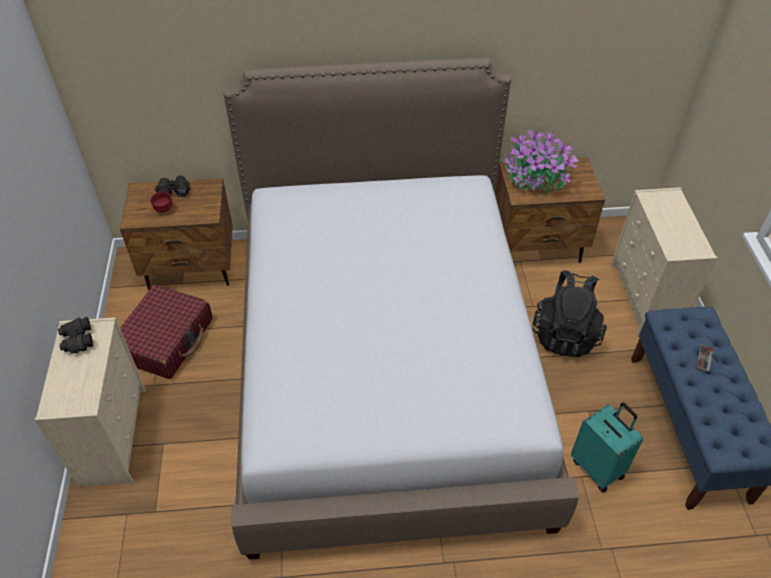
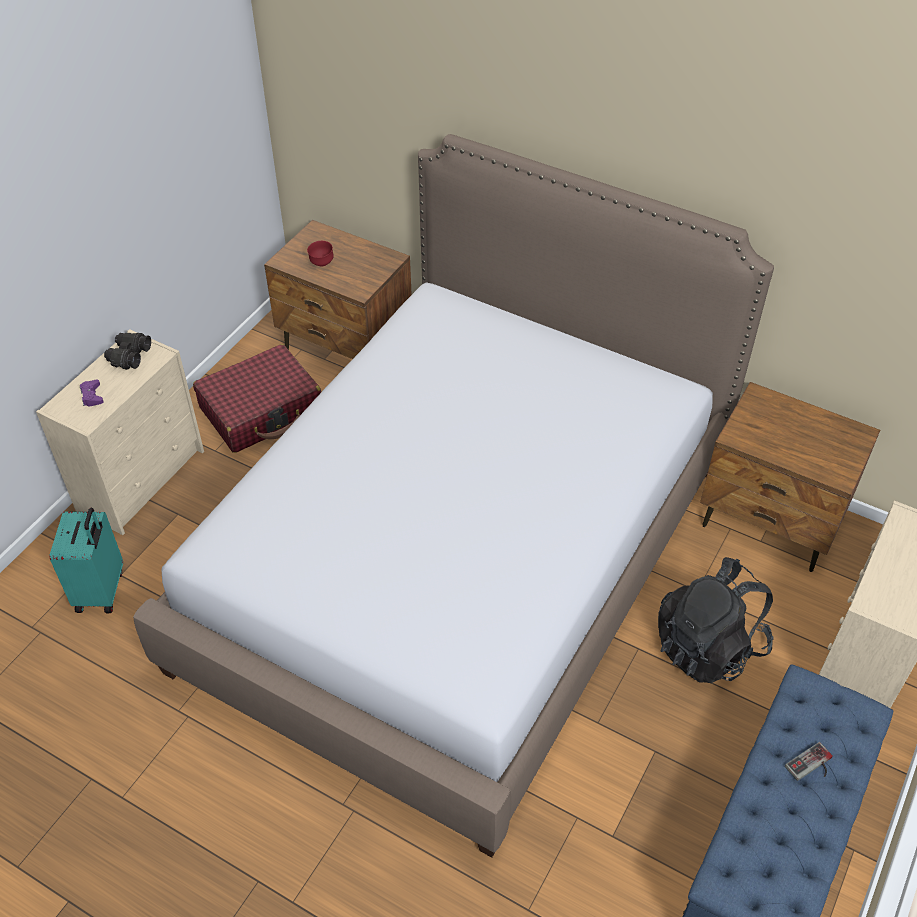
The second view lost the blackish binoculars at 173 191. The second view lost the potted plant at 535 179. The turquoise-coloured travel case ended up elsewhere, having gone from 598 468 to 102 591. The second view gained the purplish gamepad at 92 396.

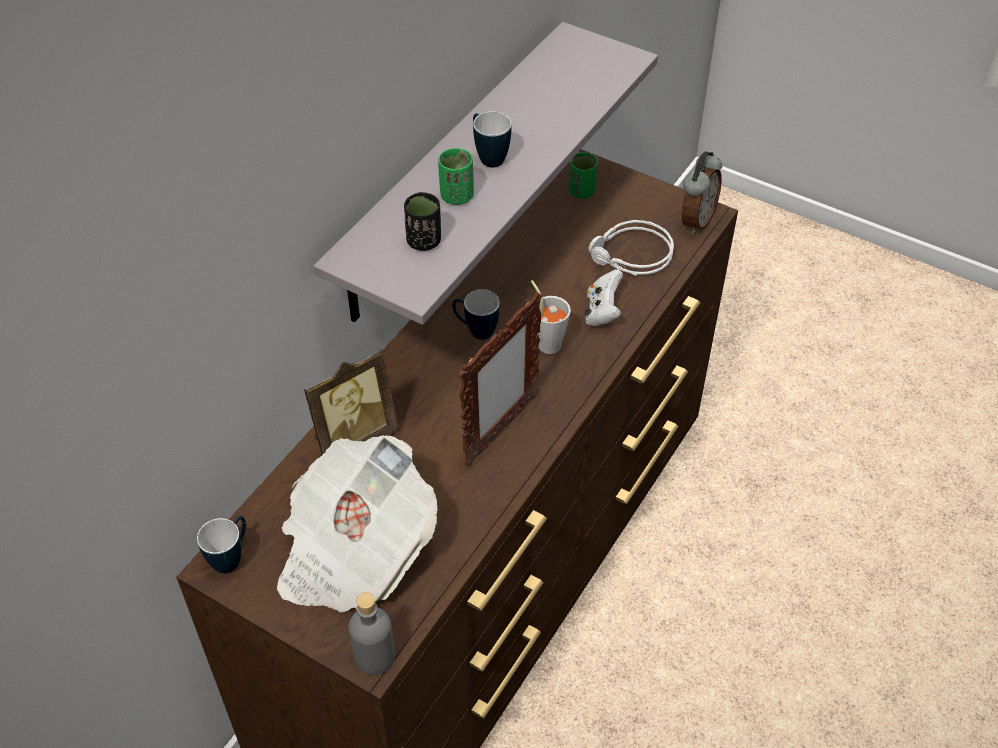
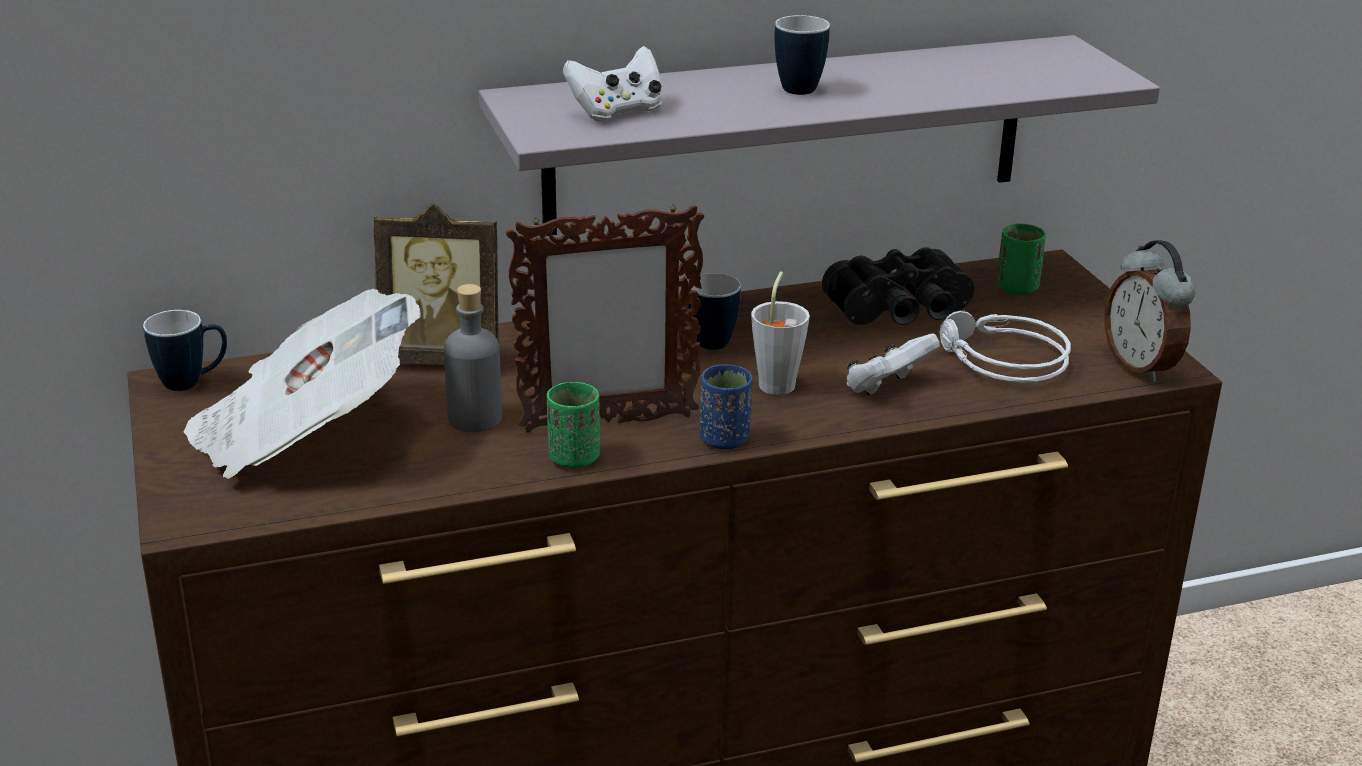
The greyish drink bottle ended up elsewhere, having gone from 374 656 to 475 418. Where the blackish drinking cup stood at 424 241, the white gamepad came to stand at 617 112. The greenish drinking cup ended up elsewhere, having gone from 456 196 to 574 458. The alarm clock at 695 220 ended up facing another way, 90 degrees clockwise from before. The second view gained the blue drinking cup at 724 439. The second view gained the blackish binoculars at 902 312.

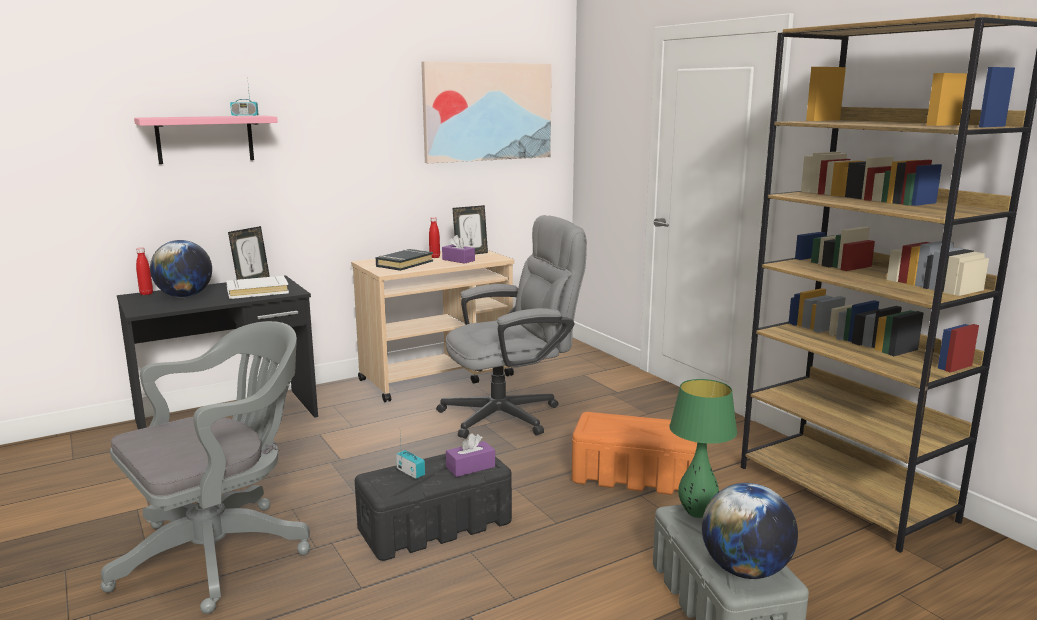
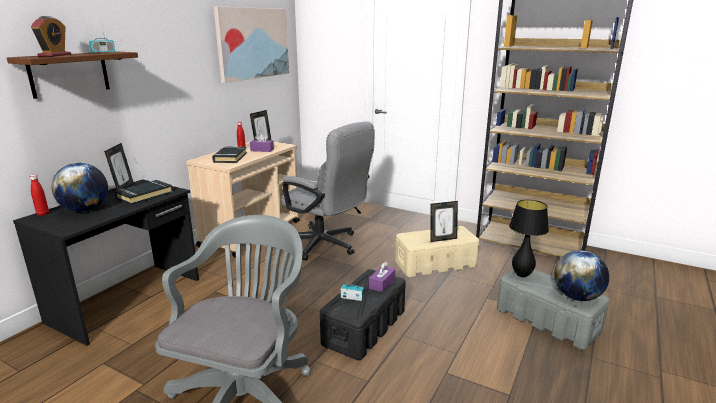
What was the pinkish bracket shelf at 205 139 turned into the brown-coloured bracket shelf at 69 74. What was the white volume at 257 292 turned into the blackish volume at 144 195. The greyish office chair at 511 414 ended up facing another way, 90 degrees clockwise from before. What was the orange storage box at 638 477 turned into the beige storage box at 436 264. What was the greenish table lamp at 697 513 turned into the blackish table lamp at 522 275. The second view gained the alarm clock at 55 55. The second view gained the picture frame at 442 239.

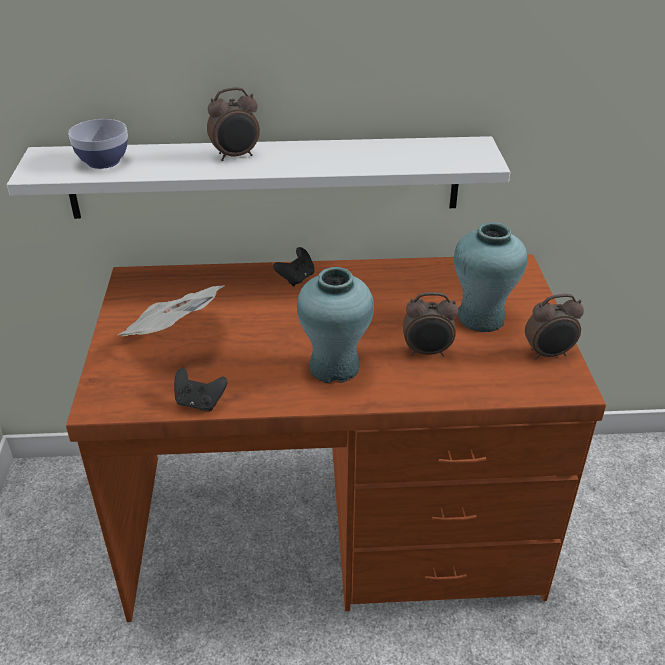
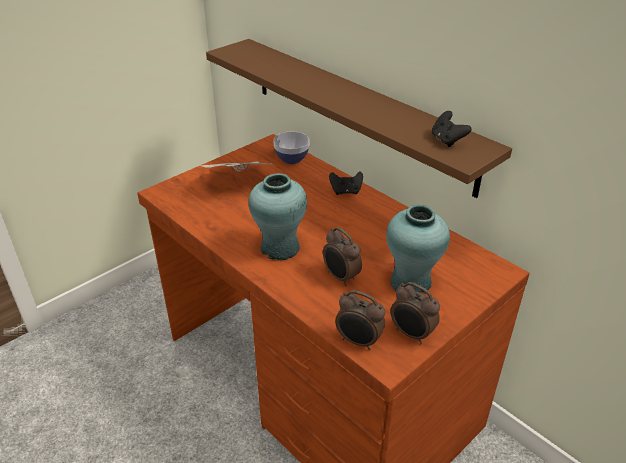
What was the white bracket shelf at 265 177 turned into the brown-coloured bracket shelf at 357 111. The serving bowl ended up elsewhere, having gone from 103 161 to 291 158. The blackish gamepad ended up elsewhere, having gone from 199 403 to 447 140. The alarm clock ended up elsewhere, having gone from 236 156 to 358 341.

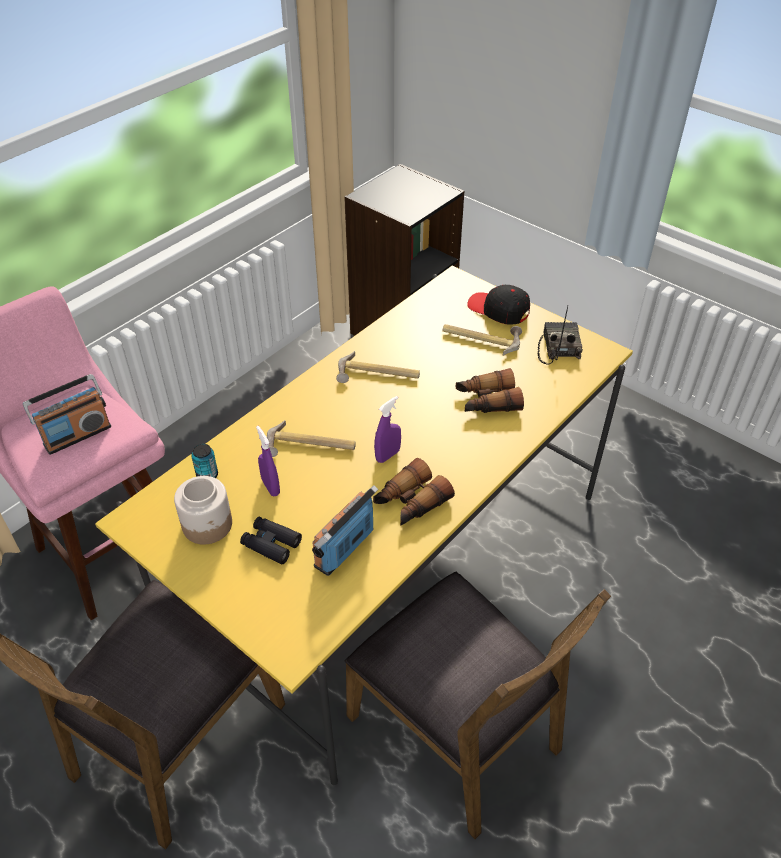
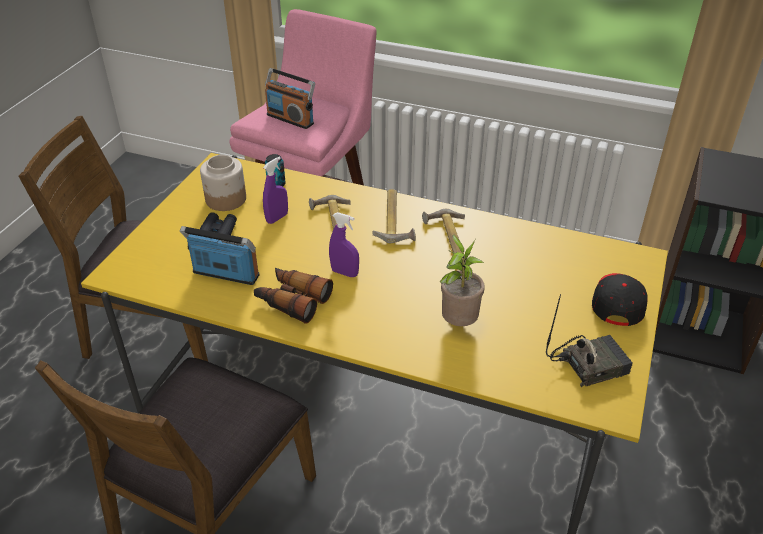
The hand hammer ended up elsewhere, having gone from 481 338 to 395 220. Where the binoculars stood at 487 401, the potted plant came to stand at 458 323.

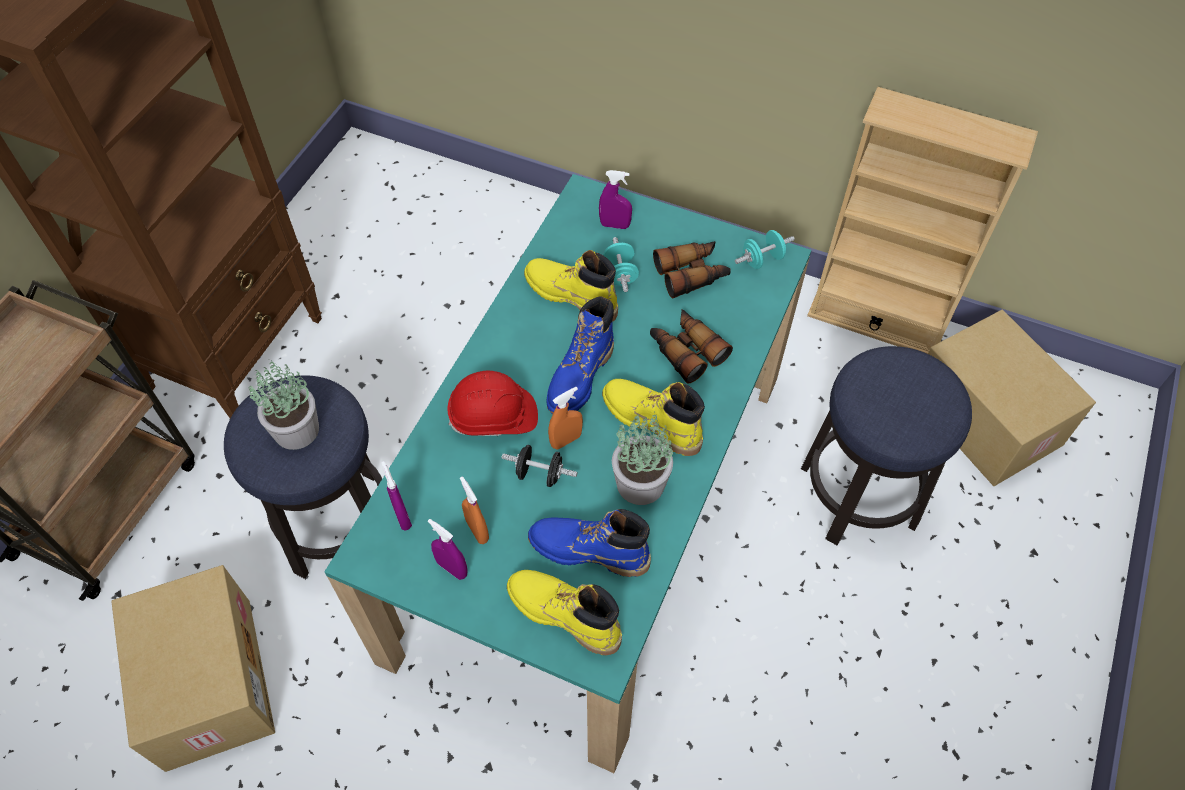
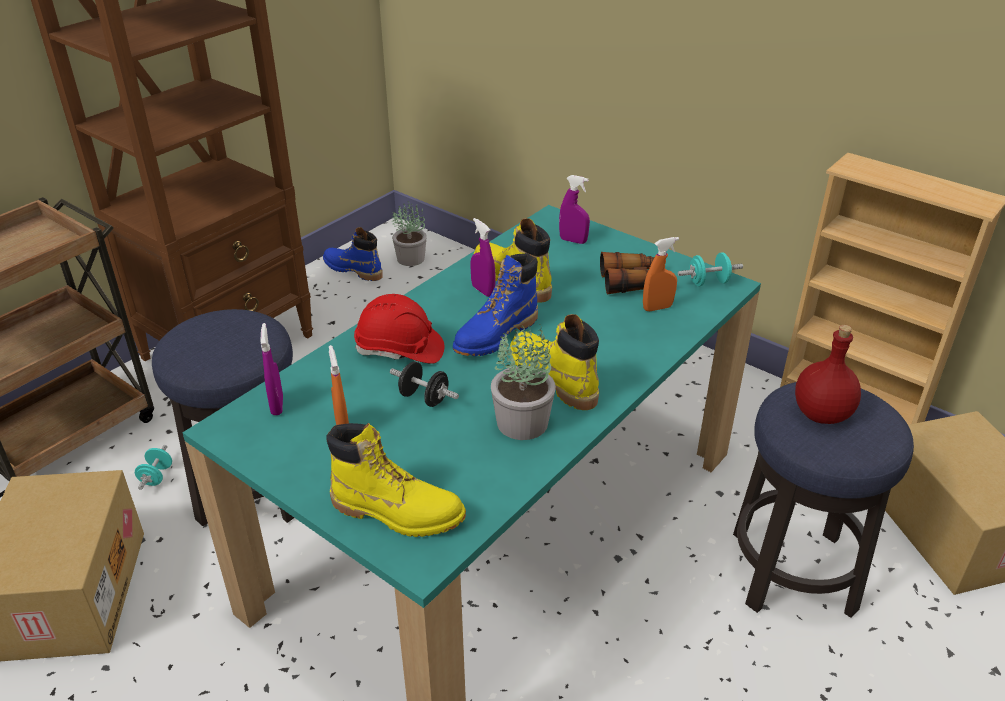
The potted plant ended up elsewhere, having gone from 297 429 to 411 258. The purplish hand sprayer ended up elsewhere, having gone from 452 568 to 483 290. The yellow-coloured boot at 564 615 ended up facing another way, 150 degrees clockwise from before. The blue boot ended up elsewhere, having gone from 589 551 to 353 270. The orange hand sprayer ended up elsewhere, having gone from 566 440 to 657 308. The turquoise-coloured hand weight ended up elsewhere, having gone from 620 274 to 156 476. The second view lost the binoculars at 686 350. The second view gained the red-coloured drink bottle at 822 414.

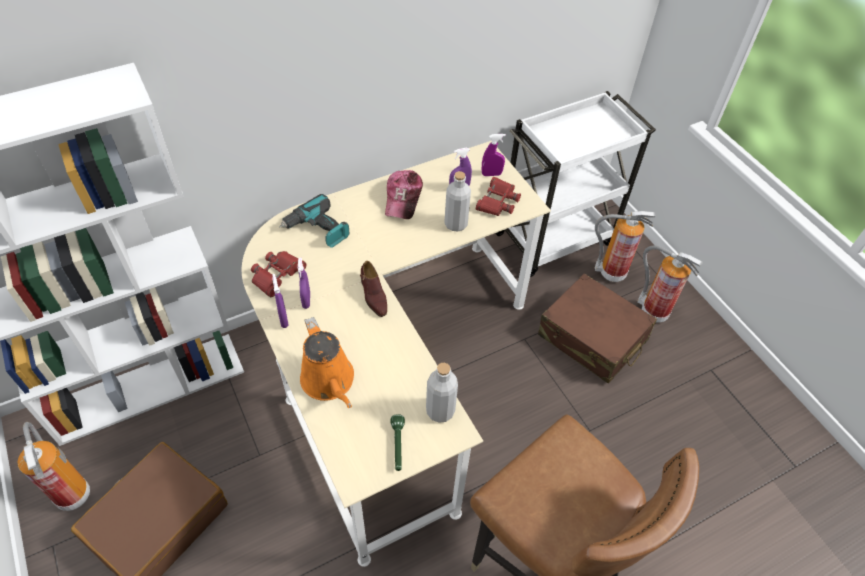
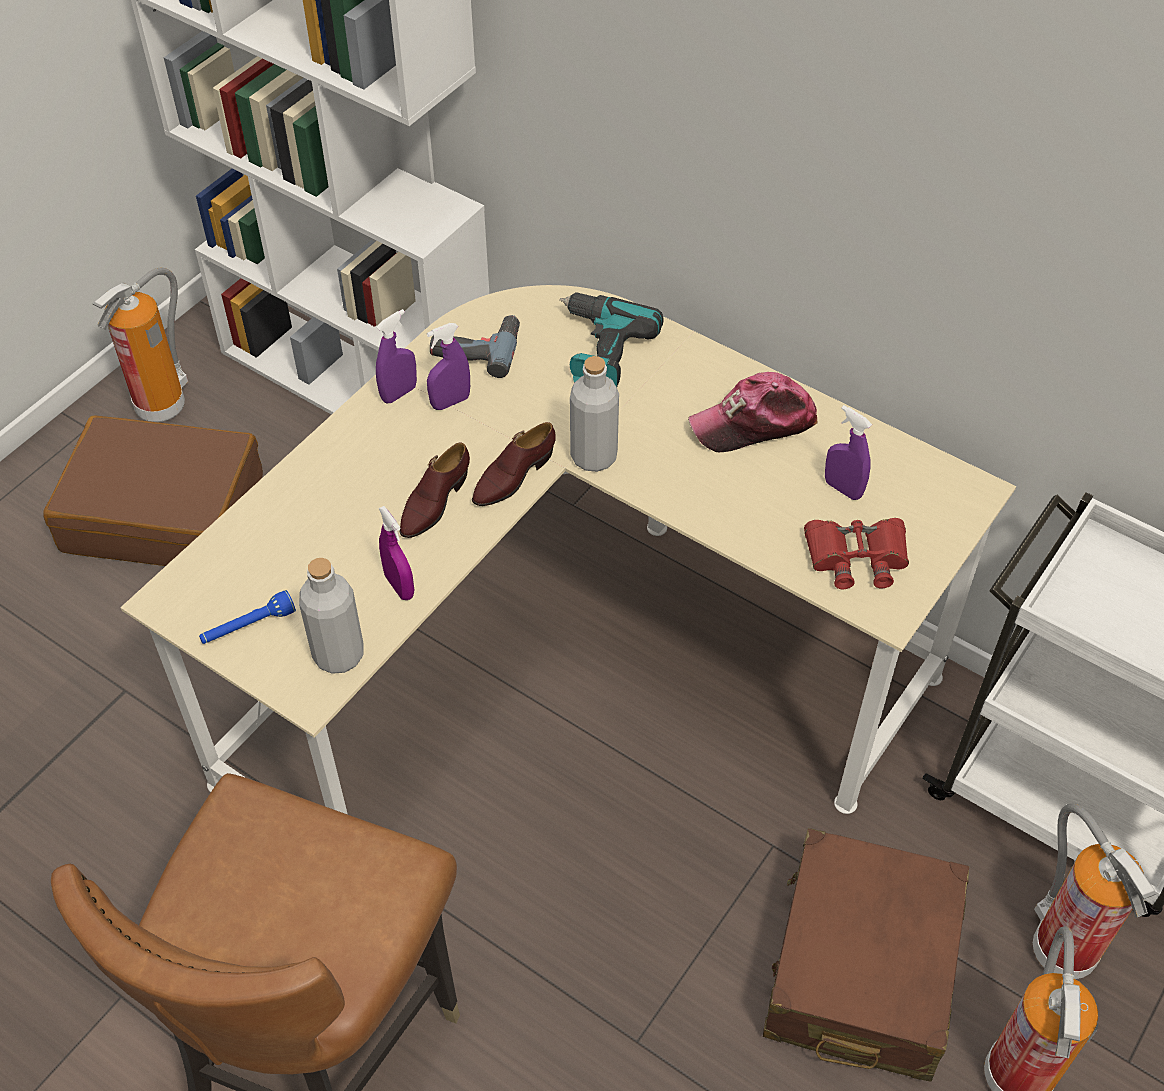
Where the red-coloured binoculars stood at 277 275, the electric drill came to stand at 476 347. The second view lost the orange watering pot at 329 382. What was the greenish torch at 398 446 turned into the blue torch at 248 627. The greyish drink bottle ended up elsewhere, having gone from 456 224 to 593 456. The purplish hand sprayer ended up elsewhere, having gone from 491 174 to 399 586. The second view gained the brown-coloured item of footwear at 434 502.

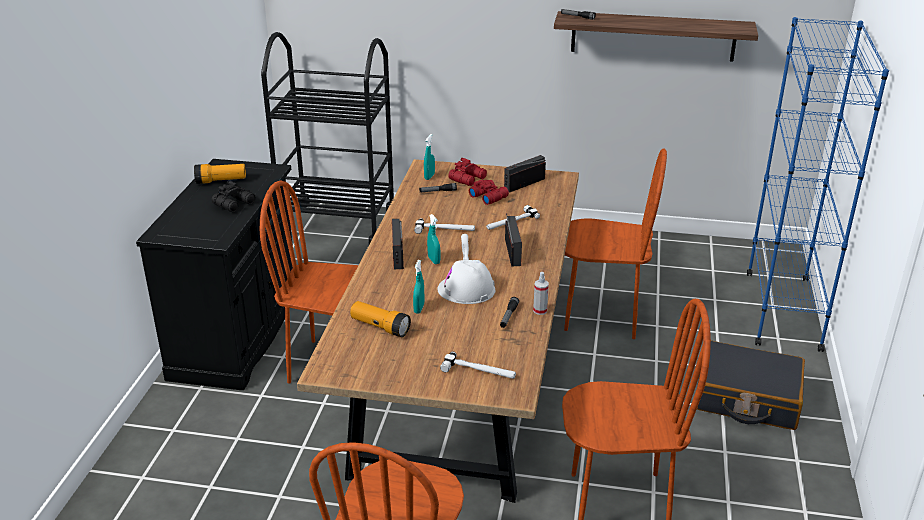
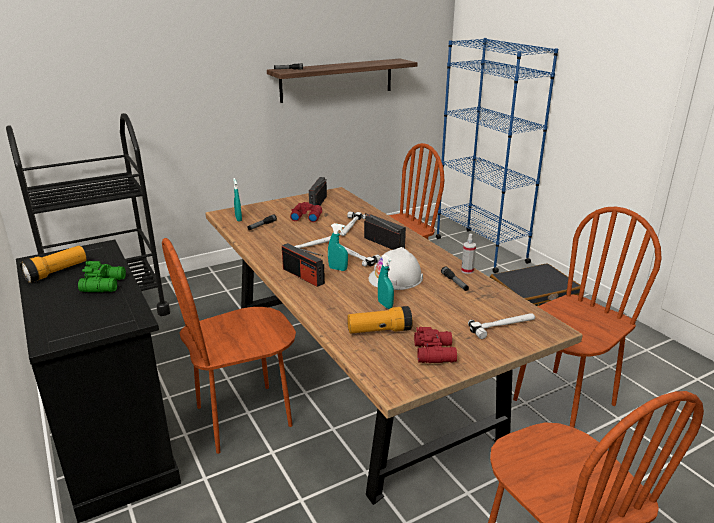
What was the blackish binoculars at 235 204 turned into the greenish binoculars at 105 284. The red-coloured binoculars ended up elsewhere, having gone from 468 179 to 435 352.

